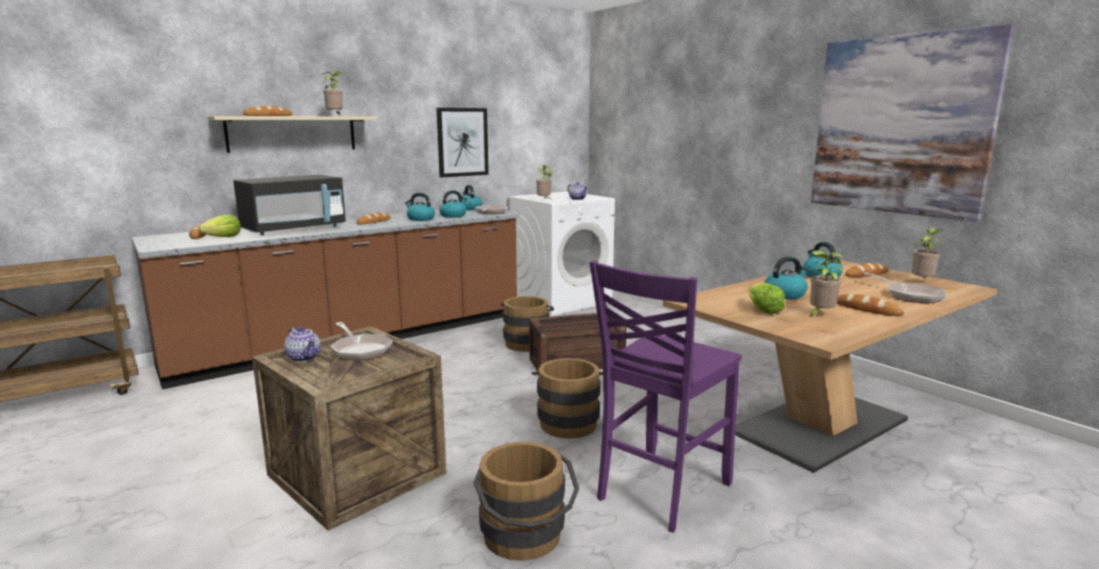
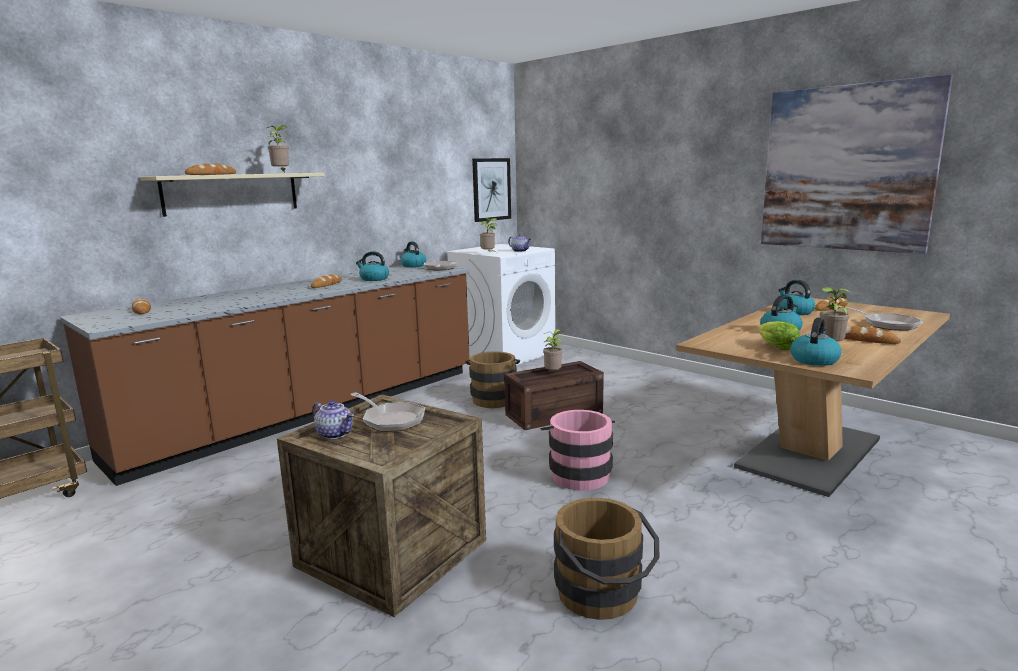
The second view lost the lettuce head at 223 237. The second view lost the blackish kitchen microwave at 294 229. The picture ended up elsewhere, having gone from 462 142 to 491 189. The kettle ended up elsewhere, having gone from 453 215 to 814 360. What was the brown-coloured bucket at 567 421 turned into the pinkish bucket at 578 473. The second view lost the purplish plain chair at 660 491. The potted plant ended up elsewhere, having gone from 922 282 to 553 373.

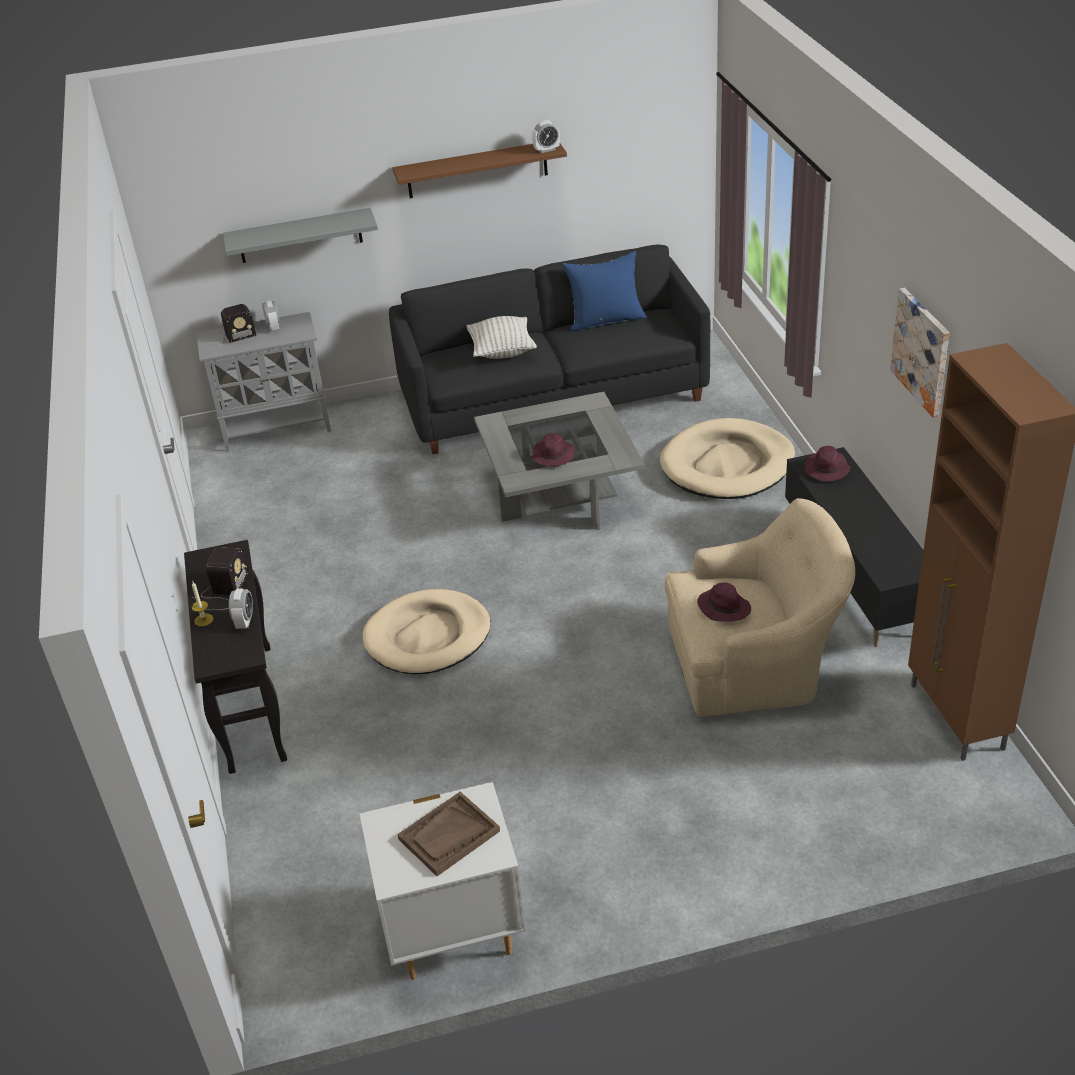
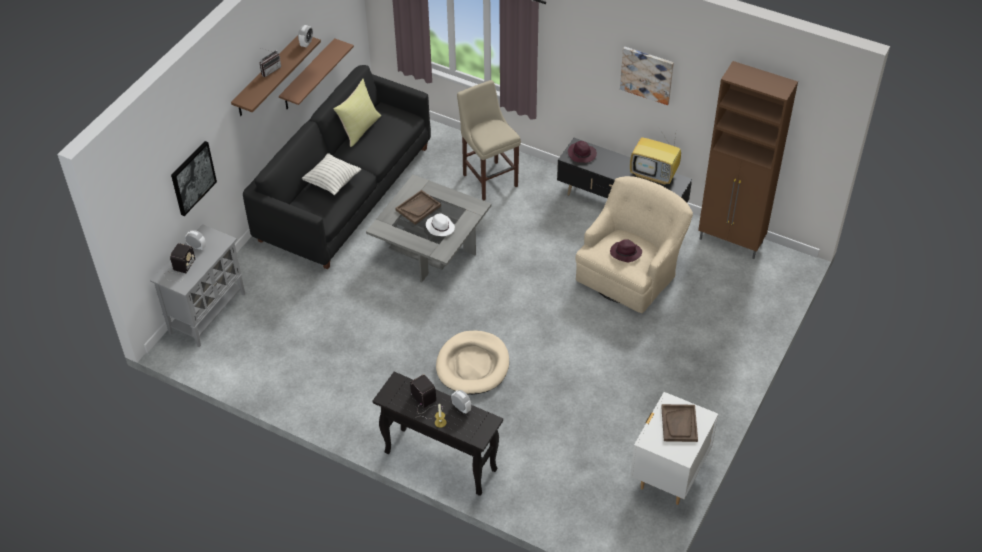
Where the greyish bracket shelf hung at 300 236, the picture came to hang at 192 178. What was the purplish wearable hat at 553 455 turned into the white wearable hat at 440 227. What was the blue cushion at 606 320 turned into the yellow-coloured cushion at 359 129. Where the beige dog bed stood at 727 465, the beige sitting stool came to stand at 489 178. The second view gained the radio receiver at 270 70. The second view gained the brown-coloured bracket shelf at 308 75. The second view gained the brown-coloured serving tray at 418 208. The second view gained the television at 655 175.

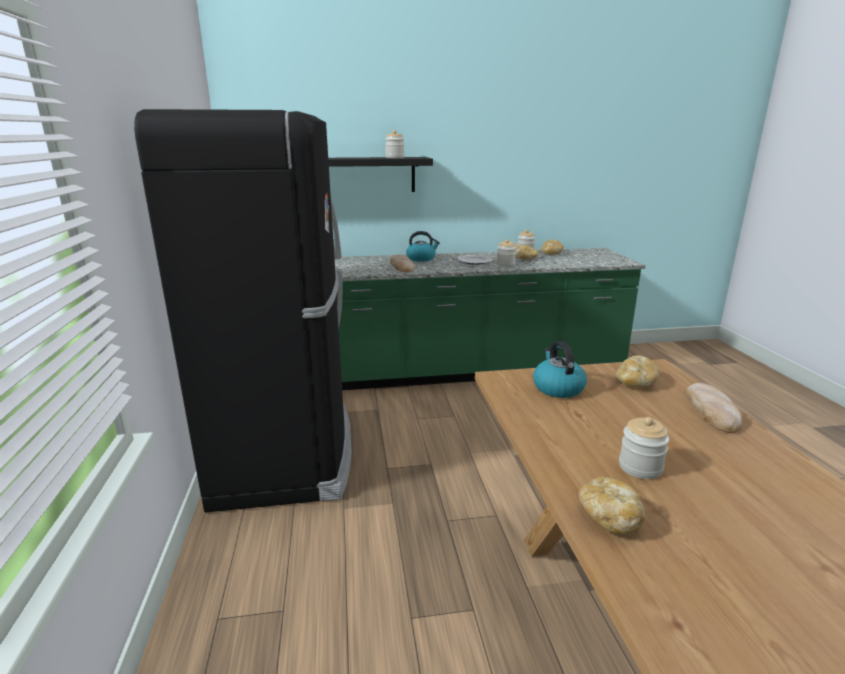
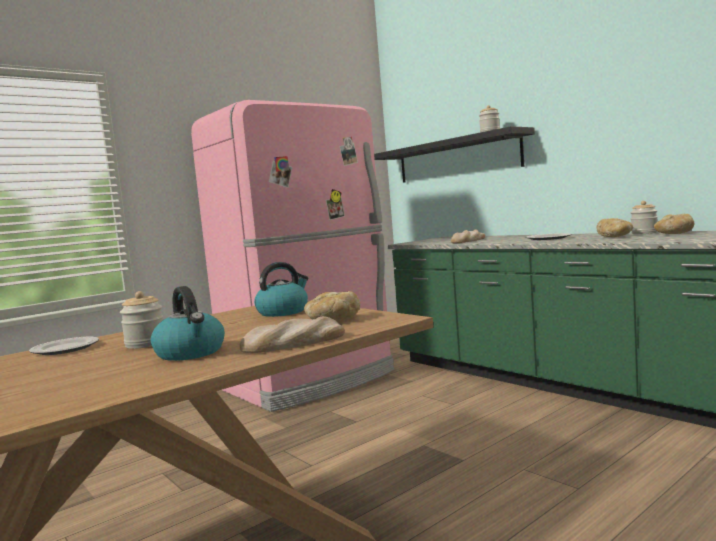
What was the blackish refrigerator at 286 450 turned into the pinkish refrigerator at 311 381. The kettle ended up elsewhere, having gone from 421 259 to 191 353. The second view lost the preserve jar at 505 264. Where the bakery bread stood at 609 517, the dinner plate came to stand at 65 349.

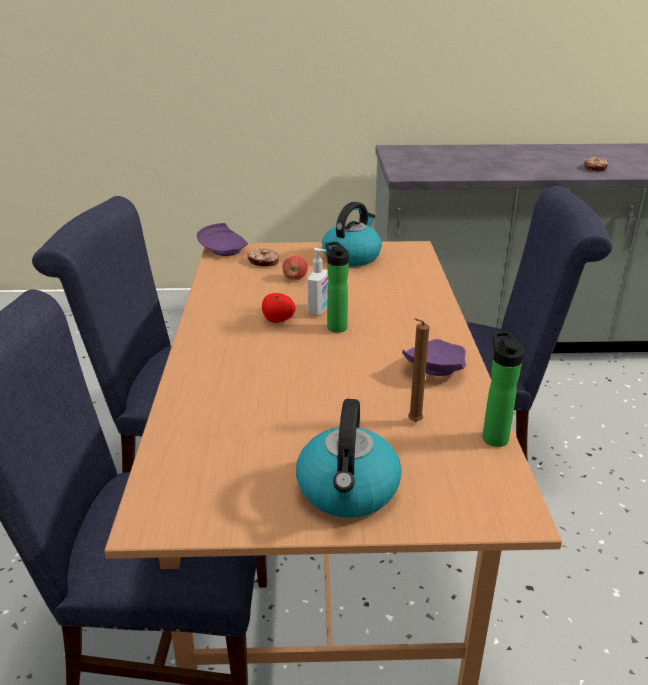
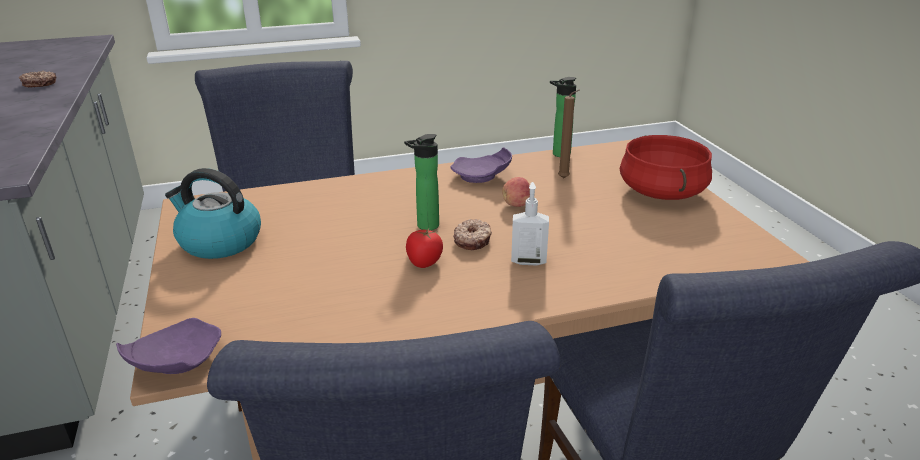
The ring doughnut ended up elsewhere, having gone from 263 262 to 473 240. The whole apple ended up elsewhere, having gone from 295 278 to 517 204. Where the kettle stood at 348 491, the red-coloured cooking pot came to stand at 661 192. The liquid soap bottle ended up elsewhere, having gone from 318 310 to 528 260.

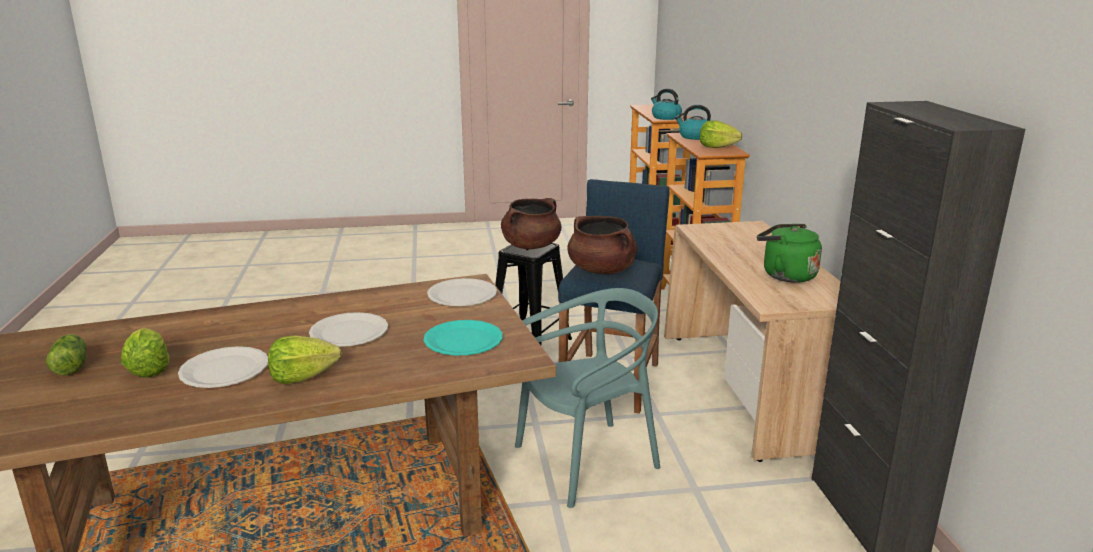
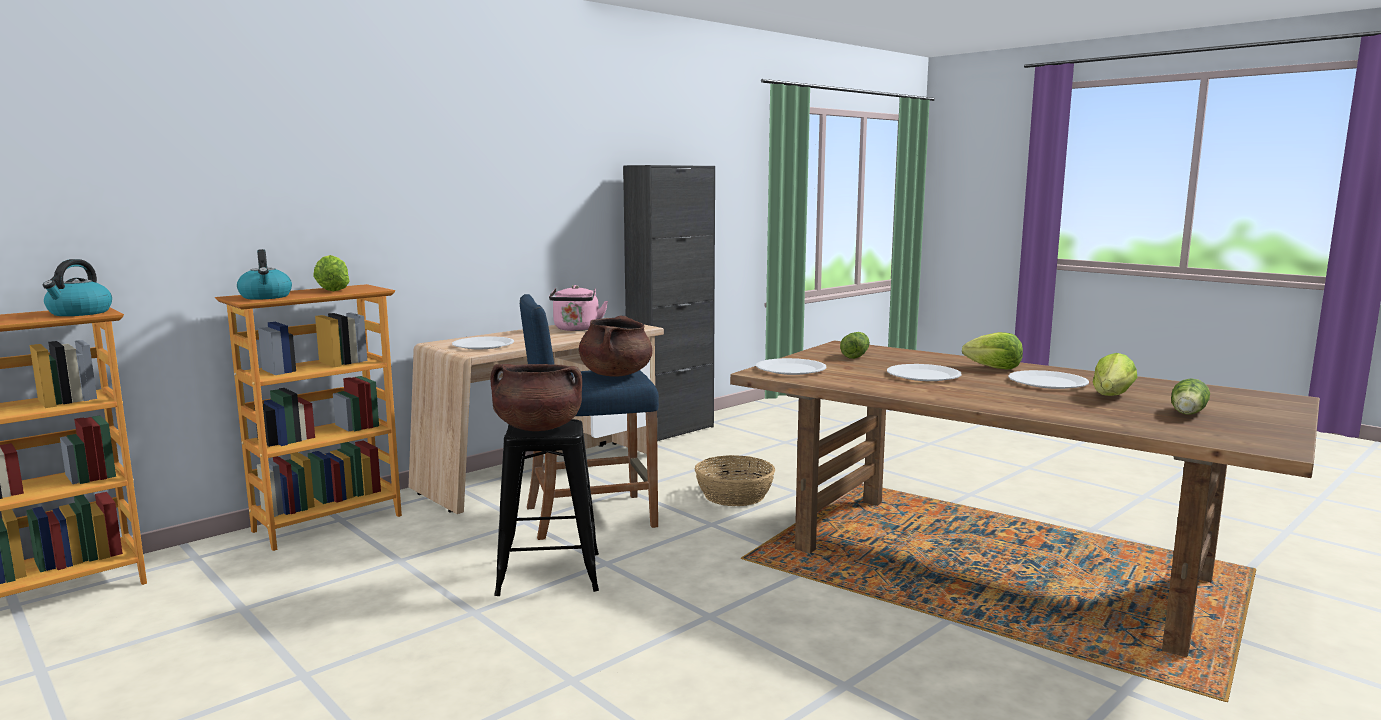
Where the turquoise-coloured dinner plate stood at 463 340, the lettuce head came to stand at 856 355. Where the turquoise-coloured plain chair stood at 586 461, the basket came to stand at 734 495. What was the greenish kettle at 785 275 turned into the pinkish kettle at 576 329. The second view gained the white dinner plate at 483 345.

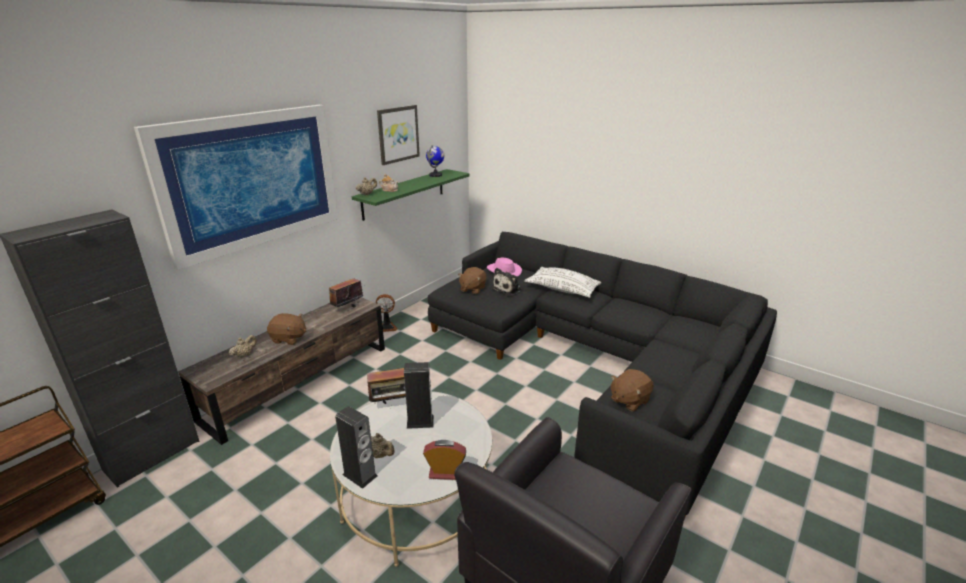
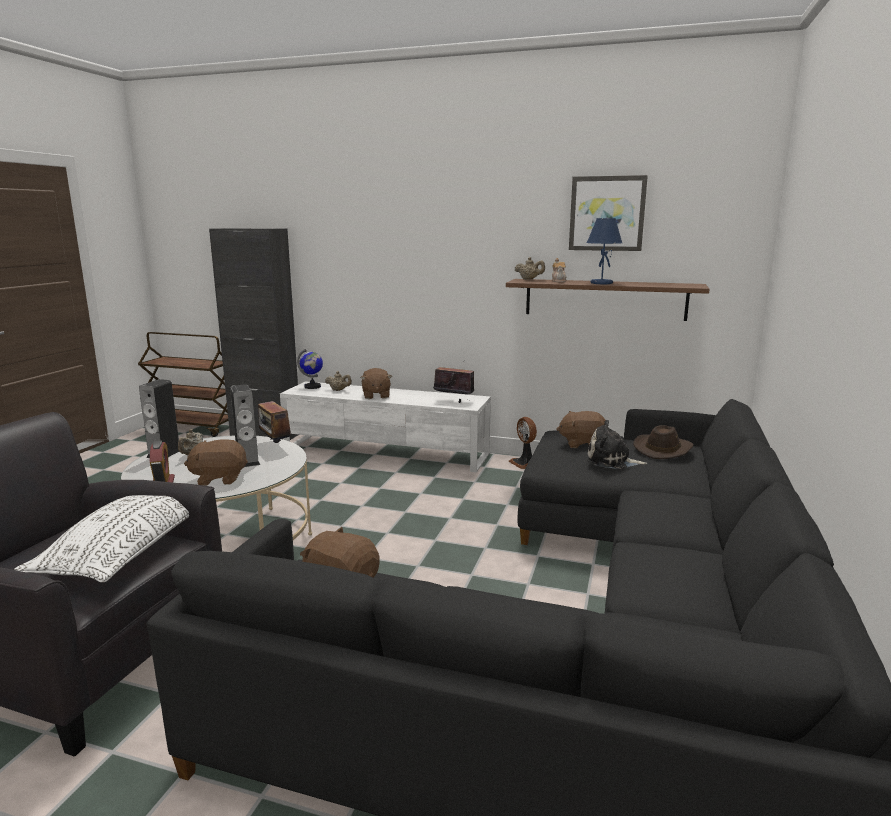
The second view lost the picture at 251 180. What was the brown-coloured media console at 300 381 turned into the white media console at 386 452. What was the greenish bracket shelf at 404 194 turned into the brown-coloured bracket shelf at 605 299. The desk globe ended up elsewhere, having gone from 435 175 to 312 387. What was the pinkish wearable hat at 503 271 turned into the brown-coloured wearable hat at 663 449. The white cushion ended up elsewhere, having gone from 563 289 to 124 552. The second view gained the brown-coloured cuddly toy at 219 478. The second view gained the blue table lamp at 601 283.

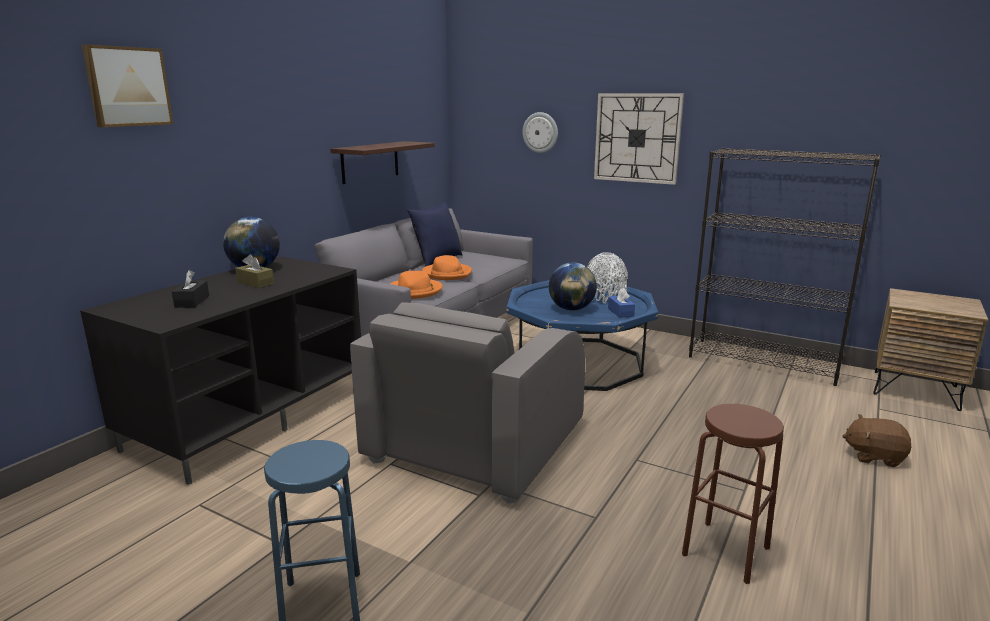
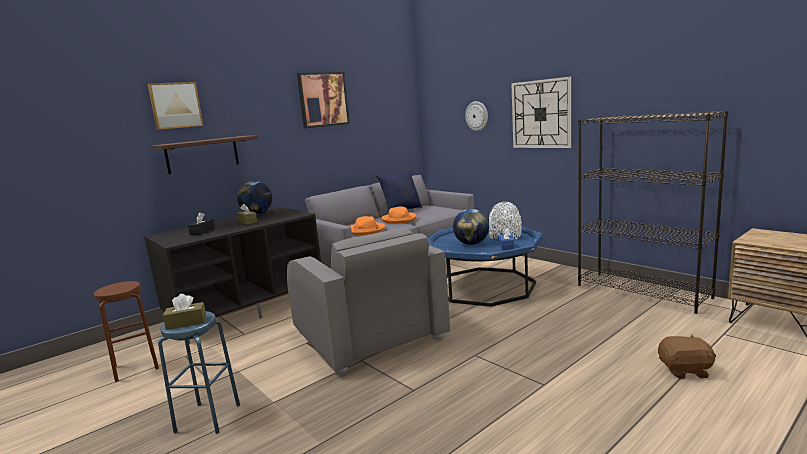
The bracket shelf ended up elsewhere, having gone from 370 162 to 202 154. The greyish easy chair at 475 444 ended up facing another way, 75 degrees counterclockwise from before. The brown-coloured sitting stool ended up elsewhere, having gone from 726 551 to 136 367. The brown-coloured cuddly toy at 874 456 ended up facing another way, 150 degrees clockwise from before. The second view gained the brown-coloured tissue holder at 186 322. The second view gained the picture at 323 99.

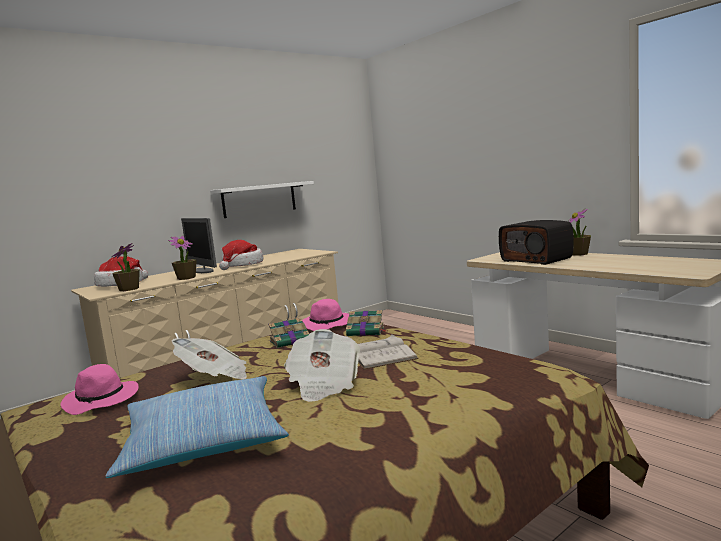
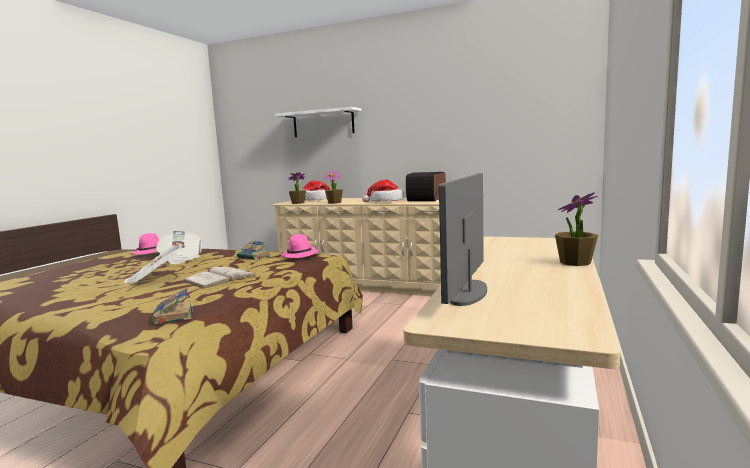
The second view lost the cushion at 204 439. The computer display ended up elsewhere, having gone from 203 271 to 467 293. The white bracket shelf ended up elsewhere, having gone from 259 199 to 323 123. The volume ended up elsewhere, having gone from 366 331 to 173 315. The radio receiver ended up elsewhere, having gone from 537 259 to 427 199.

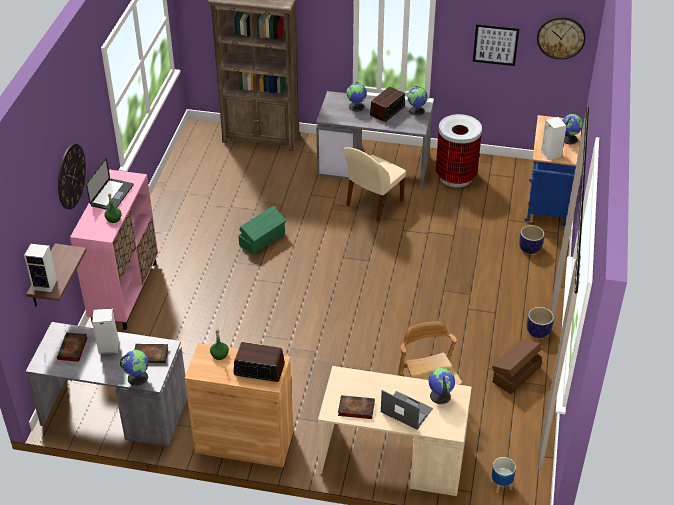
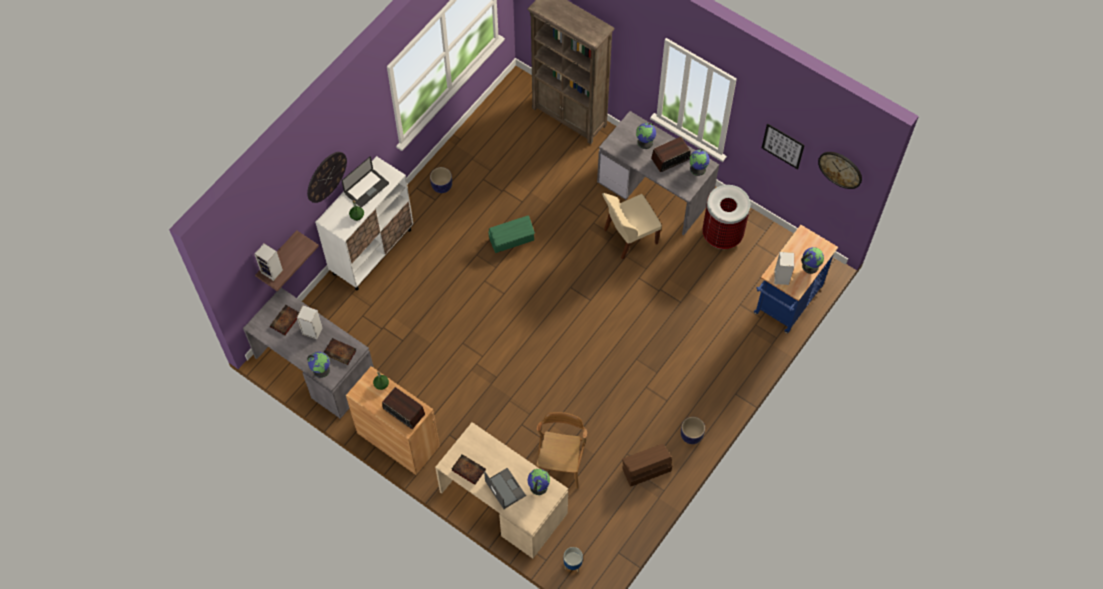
What was the pinkish cupboard at 125 292 turned into the white cupboard at 372 251. The plant pot ended up elsewhere, having gone from 530 248 to 442 186.

